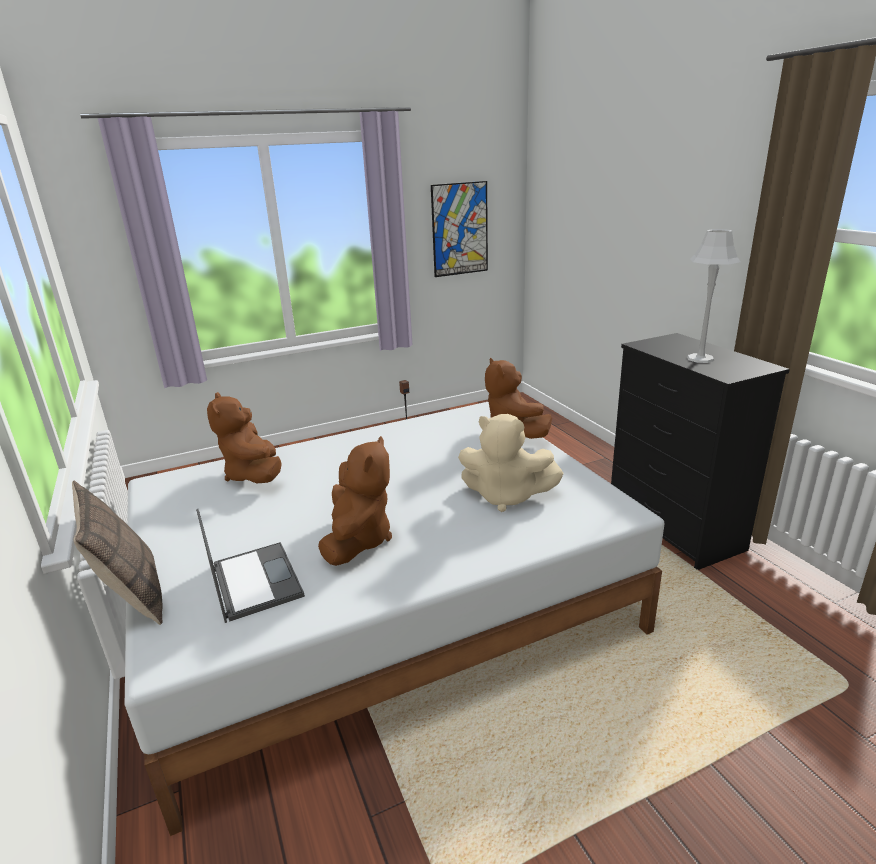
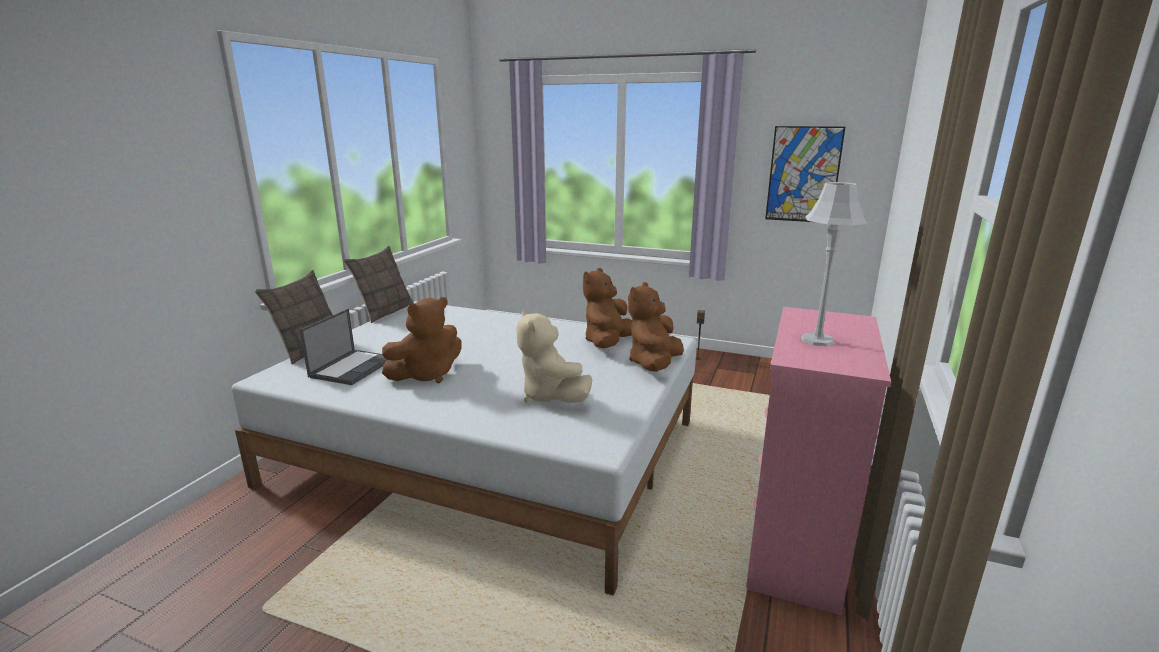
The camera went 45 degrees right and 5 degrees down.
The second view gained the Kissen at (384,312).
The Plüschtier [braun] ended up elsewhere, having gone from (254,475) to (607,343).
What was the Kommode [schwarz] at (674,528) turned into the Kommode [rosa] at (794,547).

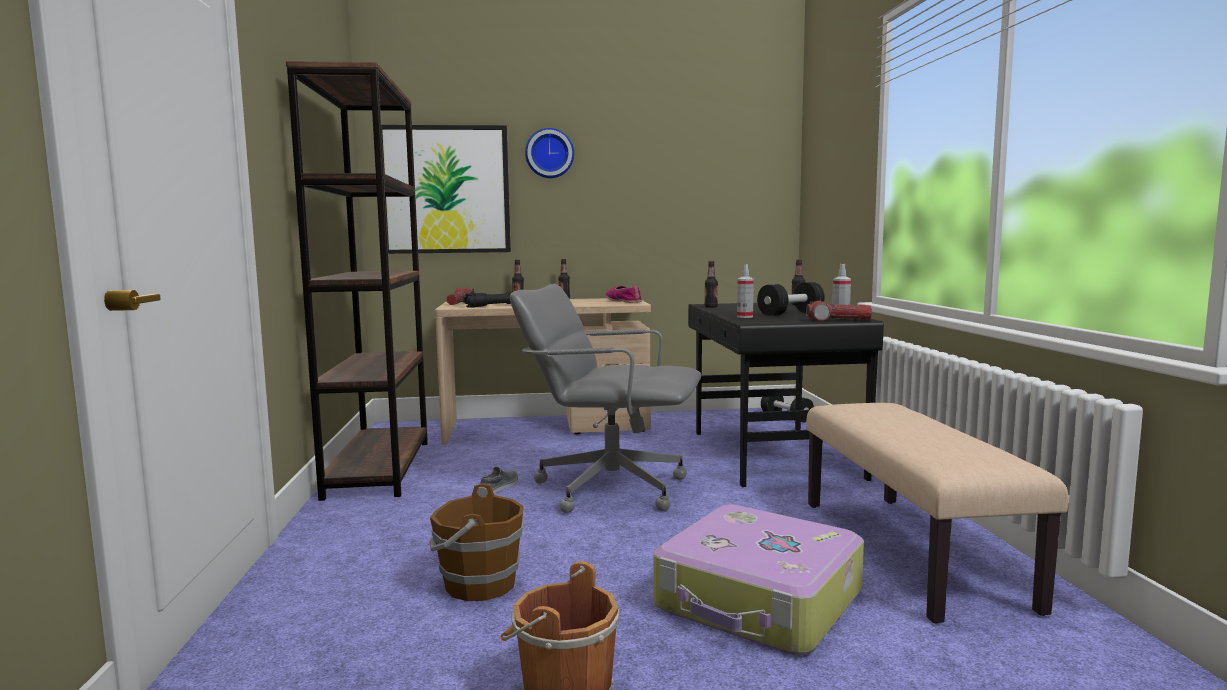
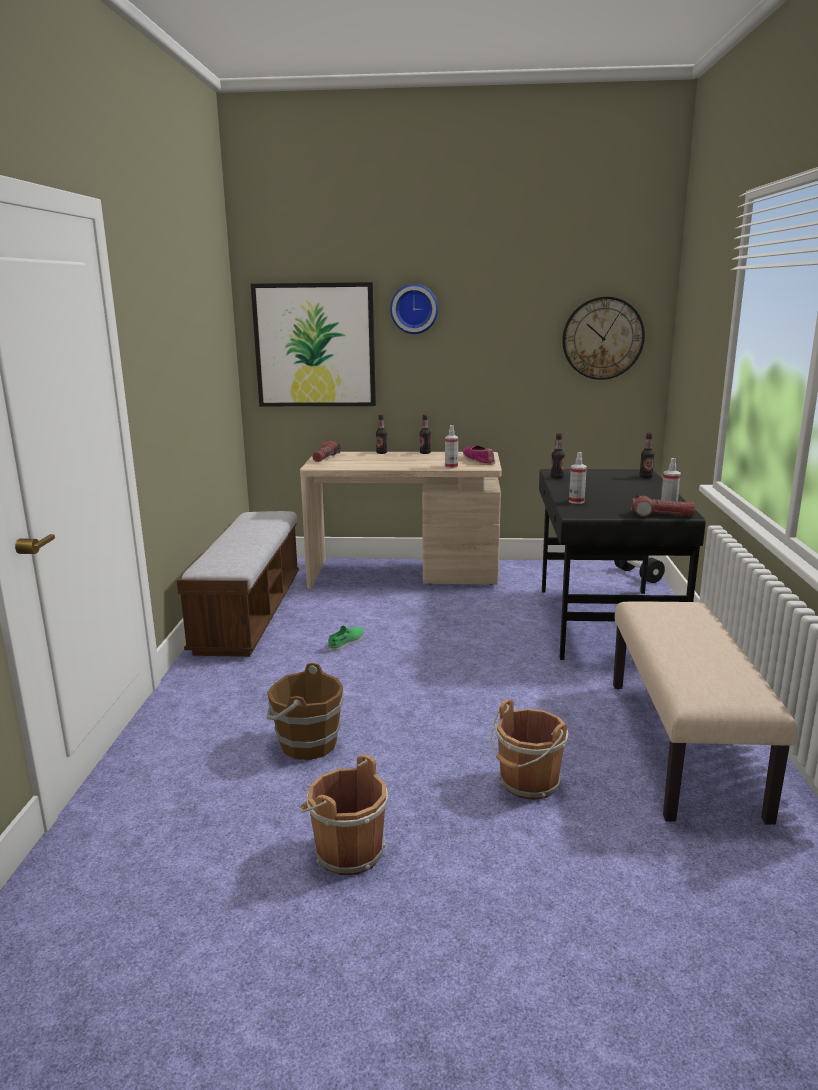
The camera went 10 degrees right and 10 degrees up.
Where the Bücherregal [braun] stood at (379,468), the Bank came to stand at (249,613).
What was the Schuh [grau] at (500,487) turned into the Schuh [grün] at (346,642).
The second view gained the Sprühflasche at (451,467).
Where the Koffer stood at (759,601), the Eimer [braun] came to stand at (528,784).
The second view gained the Wanduhr at (602,338).
The second view lost the Taschenlampe [schwarz] at (490,306).
The second view lost the Bürostuhl [grau] at (610,488).
The second view lost the Hantel [schwarz] at (790,313).

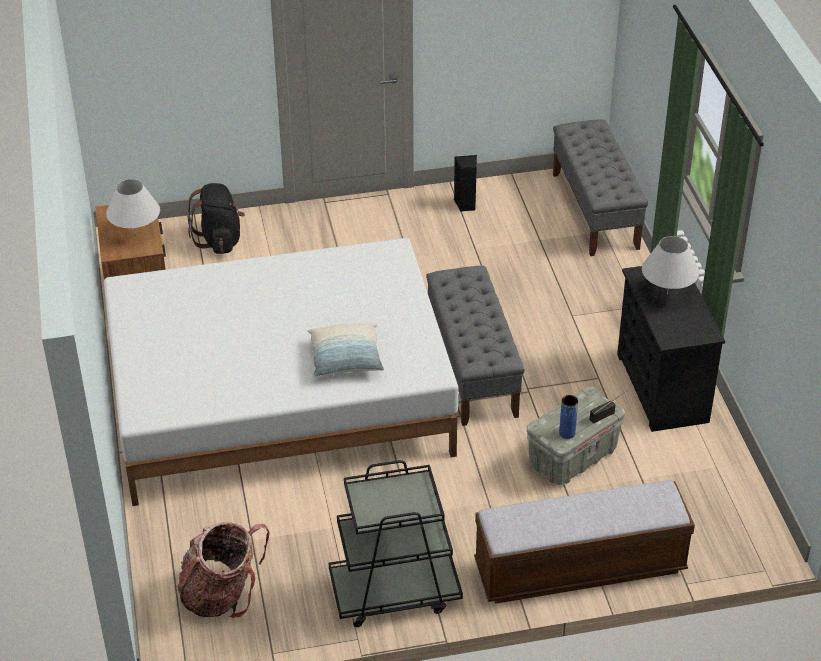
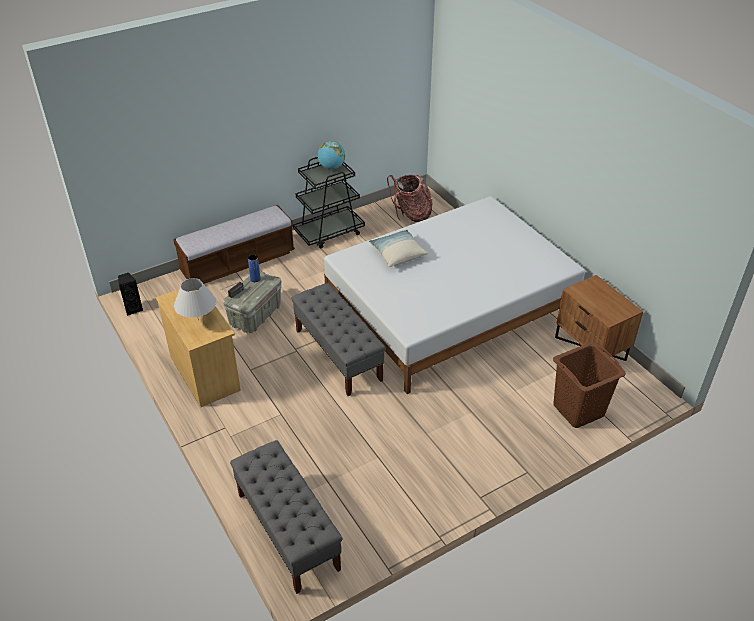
The camera went 160 degrees right and 0 degrees up.
The Lautsprecher [schwarz] ended up elsewhere, having gone from (465,204) to (133,309).
What was the Kommode [schwarz] at (662,388) turned into the Kommode [beige] at (204,373).
The second view gained the Globus at (331,167).
Where the Rucksack [schwarz] stood at (220,240), the Wäschekorb [braun] came to stand at (579,410).
The second view lost the Tischlampe [weiß] at (136,234).

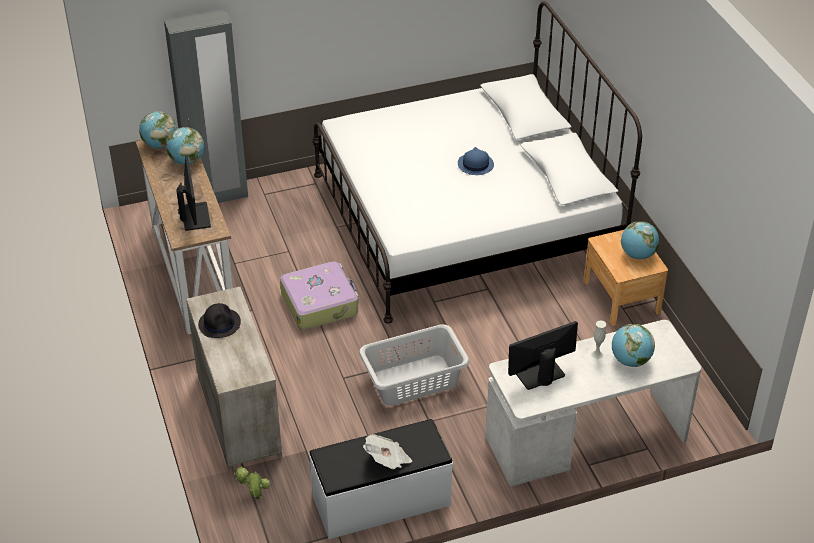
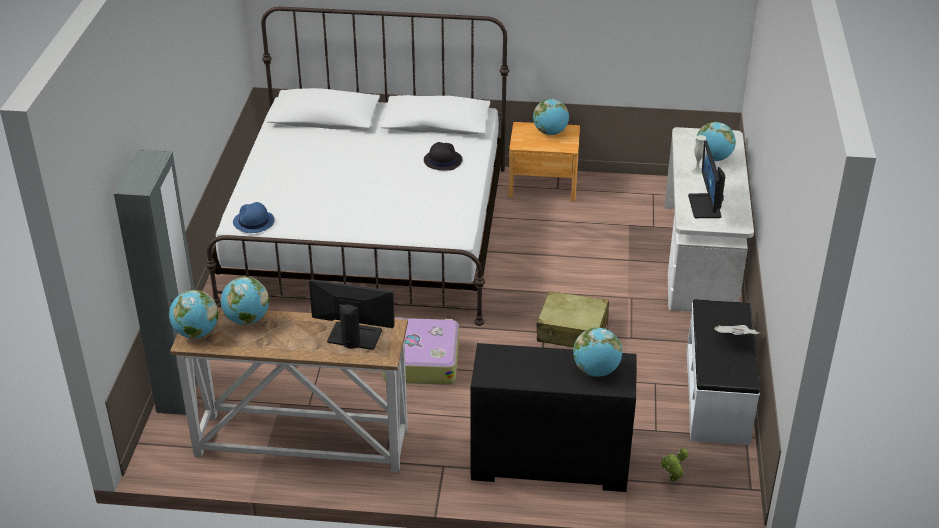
The camera went 65 degrees left and 5 degrees down.
The Hut [blau] ended up elsewhere, having gone from (475,164) to (253,222).
The Hut [schwarz] ended up elsewhere, having gone from (219,323) to (442,160).
What was the Kommode [beige] at (237,415) turned into the Kommode [schwarz] at (549,464).
Where the Wäschekorb [grau] stood at (414,381), the Koffer [beige] came to stand at (572,331).
The second view gained the Globus at (596,371).

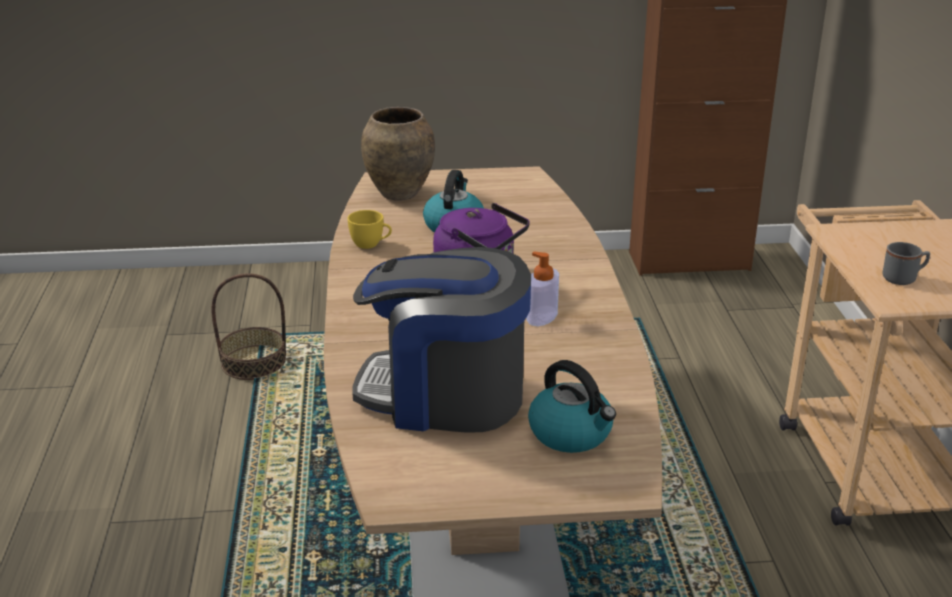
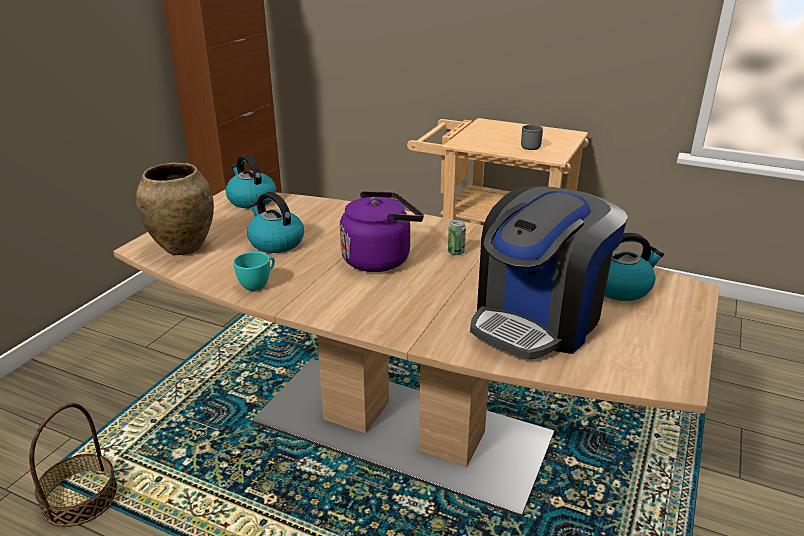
The camera went 60 degrees left and 0 degrees up.
The second view gained the Wasserkessel at (251,200).
What was the Tasse [gelb] at (371,245) turned into the Tasse [türkis] at (258,284).
Where the Seifenspender stood at (542,316), the Dose came to stand at (456,252).

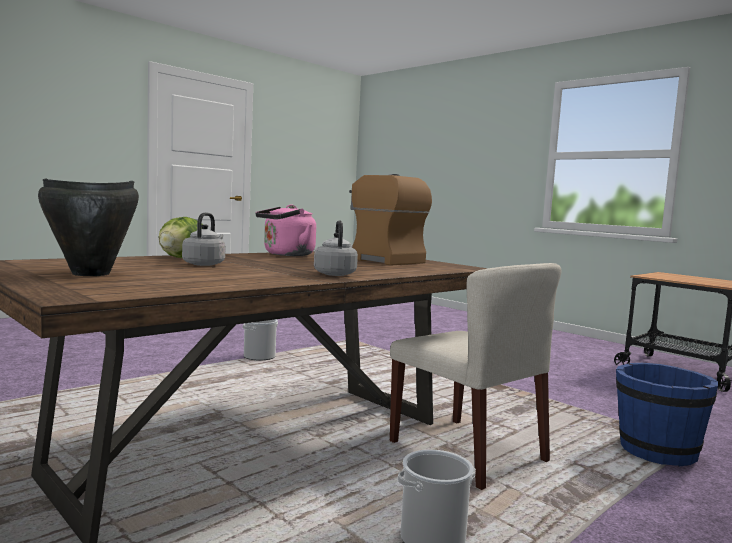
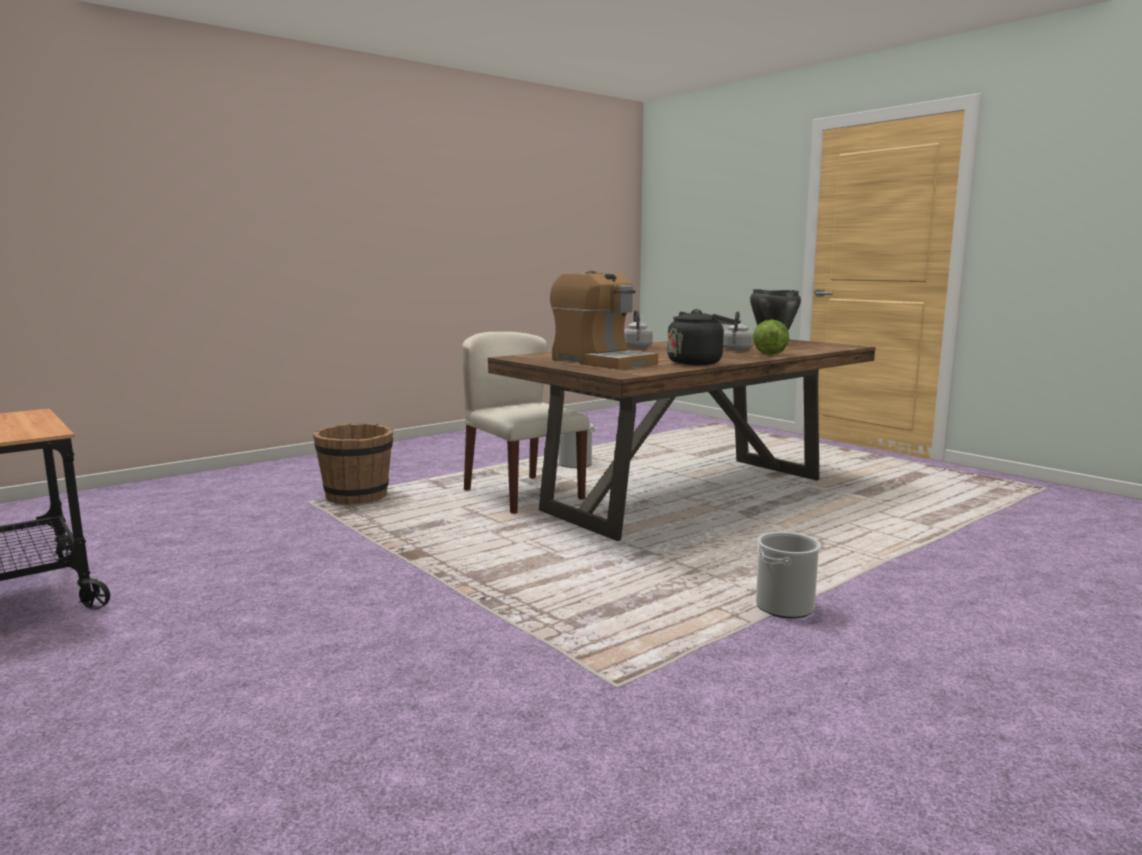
The camera went 175 degrees left and 5 degrees up.
What was the Eimer [blau] at (656,451) turned into the Eimer [braun] at (357,496).
What was the Wasserkessel [rosa] at (286,254) turned into the Wasserkessel [schwarz] at (697,363).

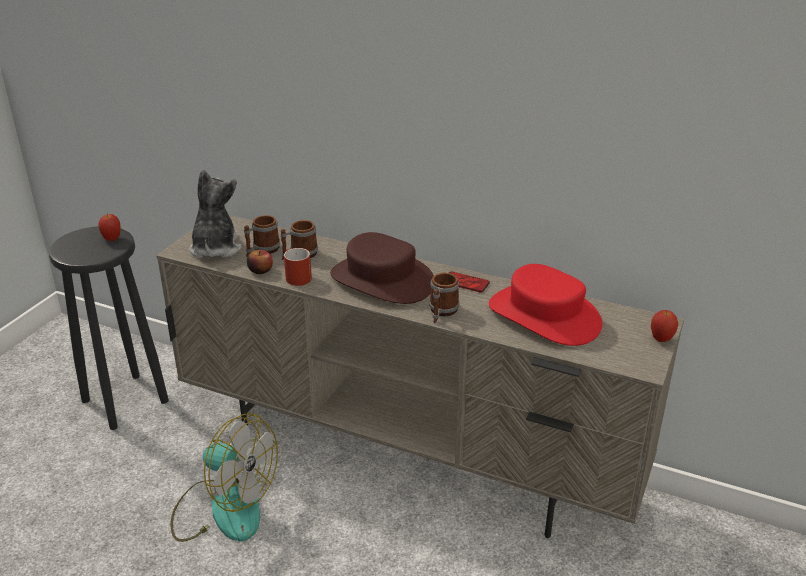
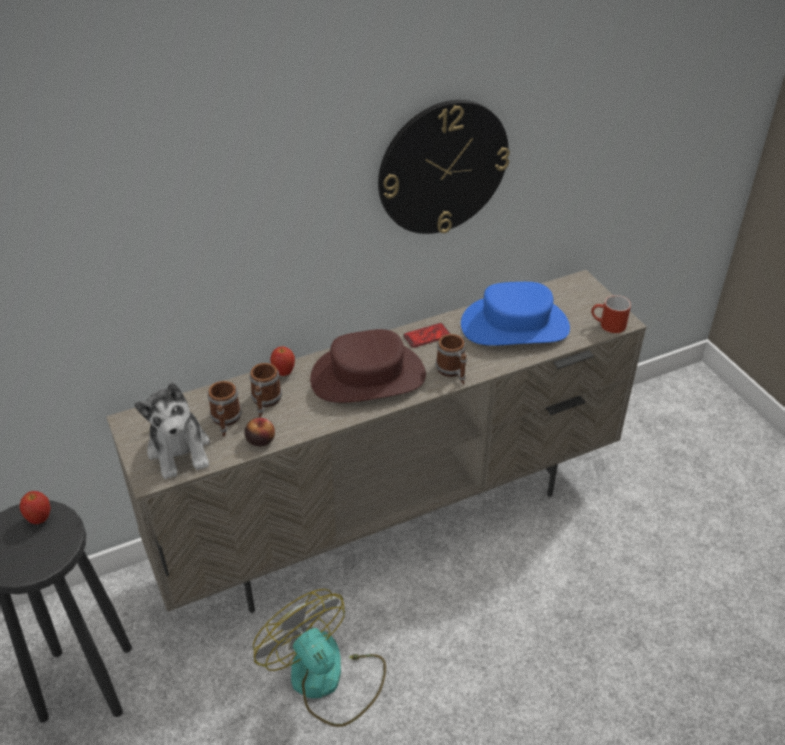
The camera went 50 degrees left and 10 degrees up.
The Plüschtier at (215,248) ended up facing another way, 150 degrees counterclockwise from before.
The Ventilator at (224,508) ended up facing another way, 105 degrees counterclockwise from before.
The Apfel ended up elsewhere, having gone from (661,339) to (284,372).
The second view gained the Wanduhr at (442,167).
What was the Hut [rot] at (544,315) turned into the Hut [blau] at (515,325).
The Henkelbecher [rot] ended up elsewhere, having gone from (295,277) to (607,325).

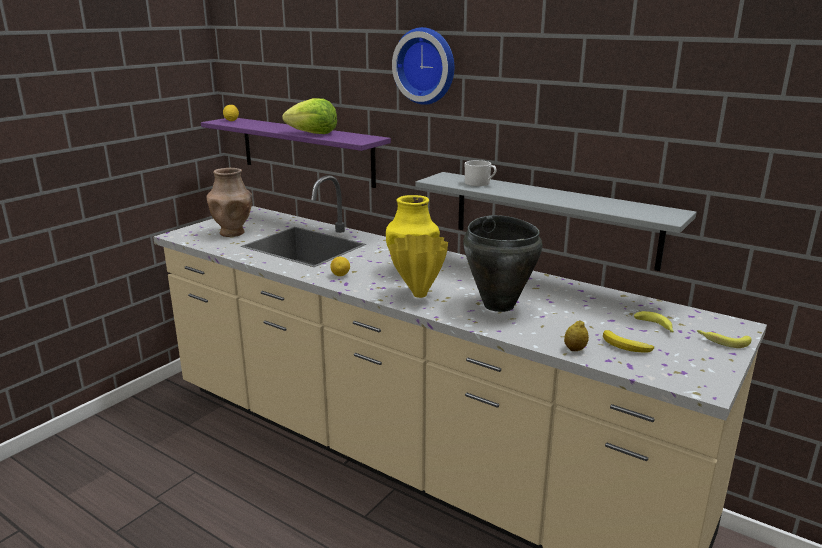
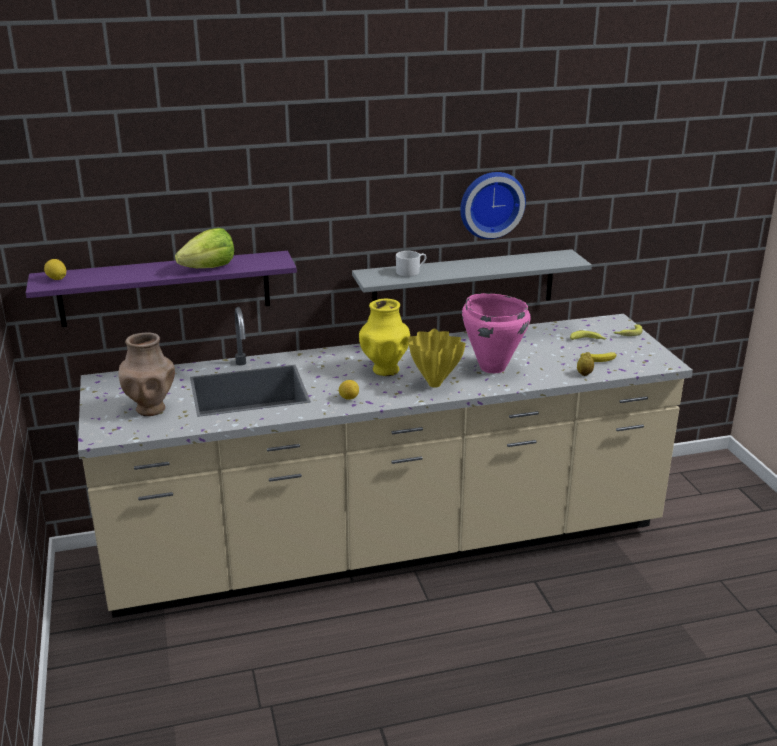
The camera went 50 degrees left and 5 degrees up.
The Wanduhr ended up elsewhere, having gone from (426,66) to (490,204).
What was the Kochtopf [schwarz] at (499,305) turned into the Kochtopf [rosa] at (492,367).

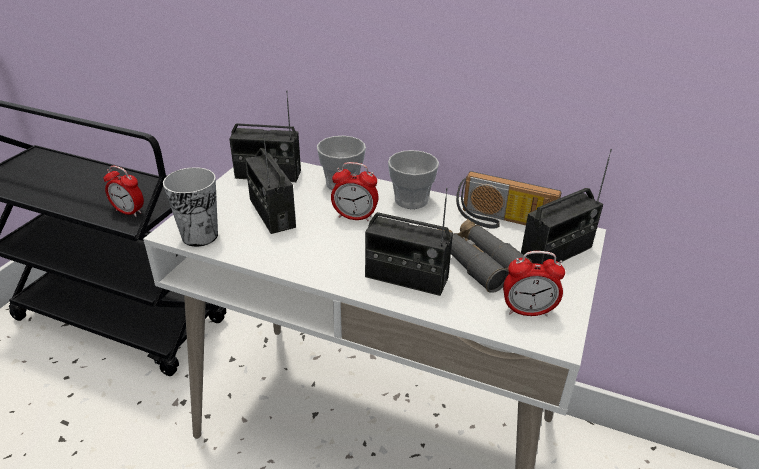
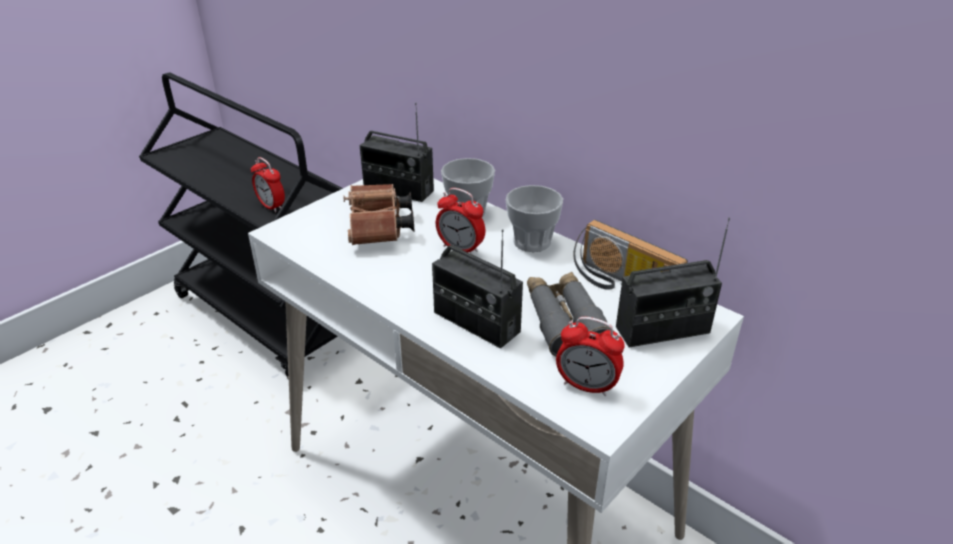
The camera went 20 degrees right and 0 degrees up.
Where the Radio stood at (271,213), the Fernglas [braun] came to stand at (379,230).
The second view lost the Tasse at (200,236).

